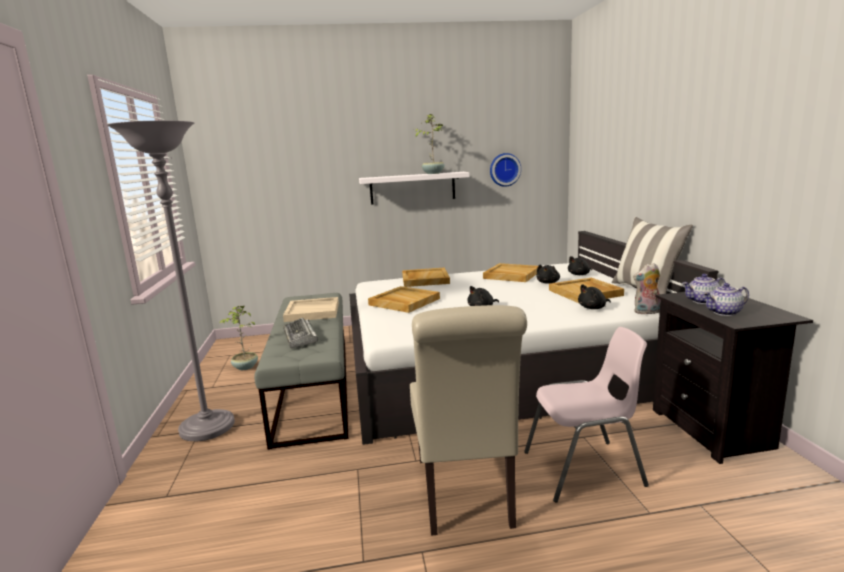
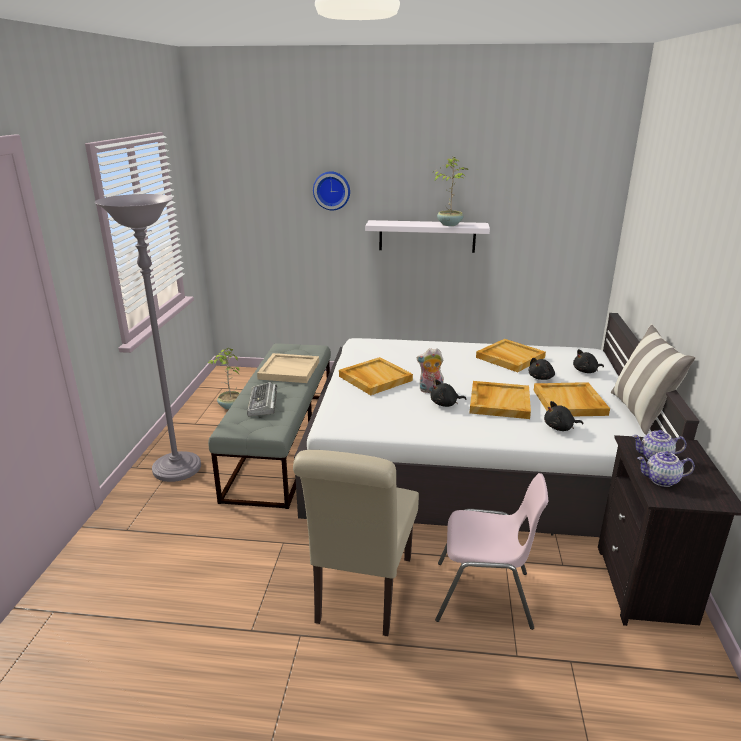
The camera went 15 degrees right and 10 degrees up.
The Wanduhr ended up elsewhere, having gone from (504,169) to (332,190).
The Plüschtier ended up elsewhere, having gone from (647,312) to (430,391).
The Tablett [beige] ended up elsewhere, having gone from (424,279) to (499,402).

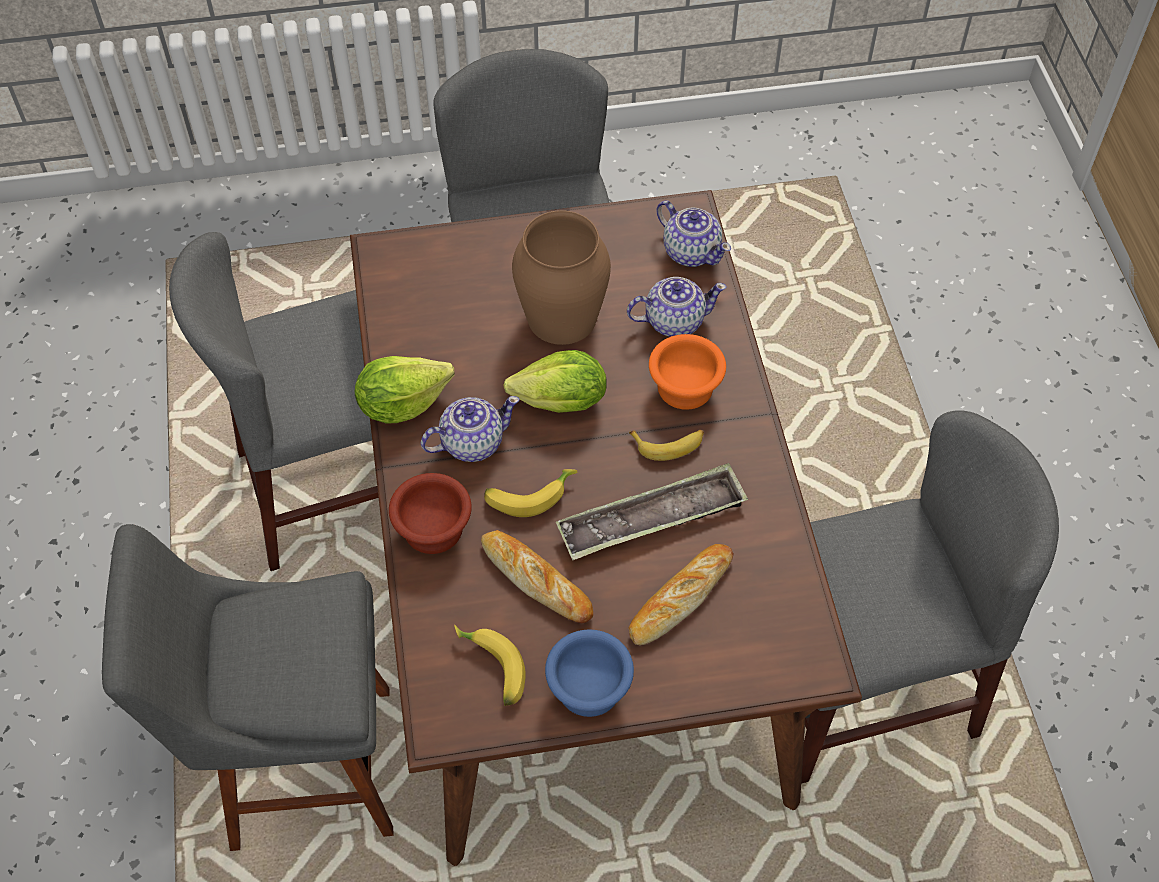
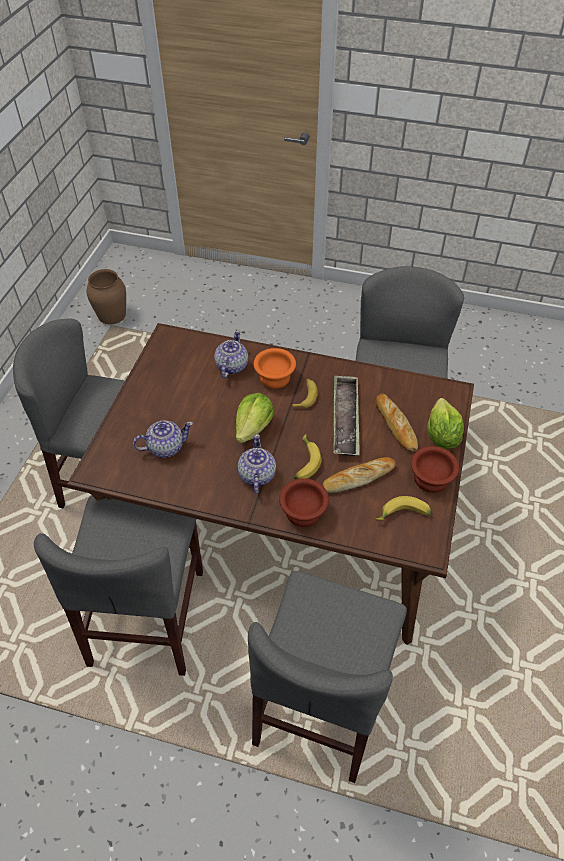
The camera went 65 degrees left and 5 degrees down.
The Vase [braun] ended up elsewhere, having gone from (562,316) to (111,315).
The Teekanne ended up elsewhere, having gone from (691,251) to (165,447).
Where the Hocker [grau] stood at (300,768), the Stuhl [grau] came to stand at (321,703).
What was the Schüssel [blau] at (590,690) turned into the Schüssel [braun] at (432,479).
The Salatkopf ended up elsewhere, having gone from (402,404) to (441,436).

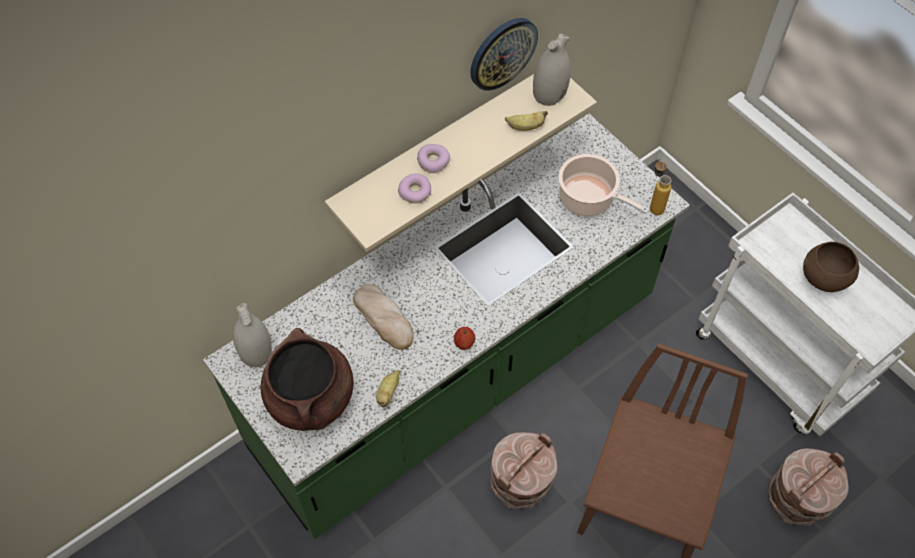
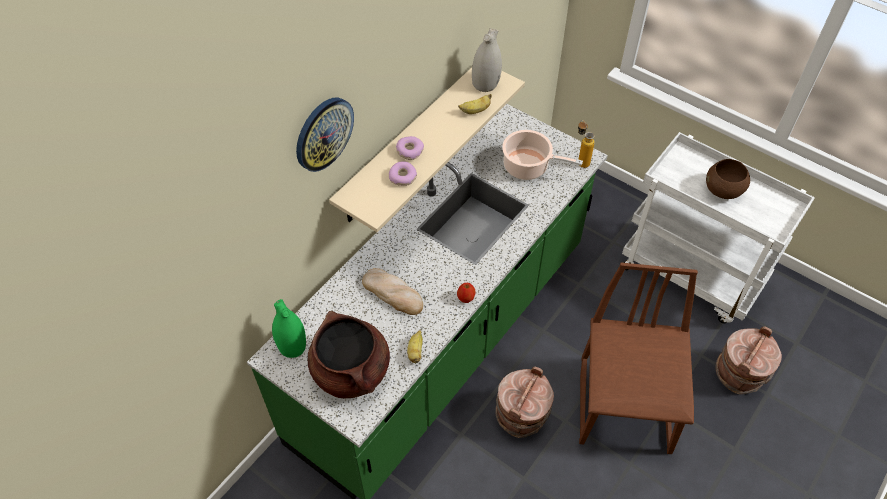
The camera went 15 degrees left and 5 degrees down.
What was the Vase [weiß] at (256,352) turned into the Vase [grün] at (292,345).
The Wanduhr ended up elsewhere, having gone from (502,53) to (323,133).

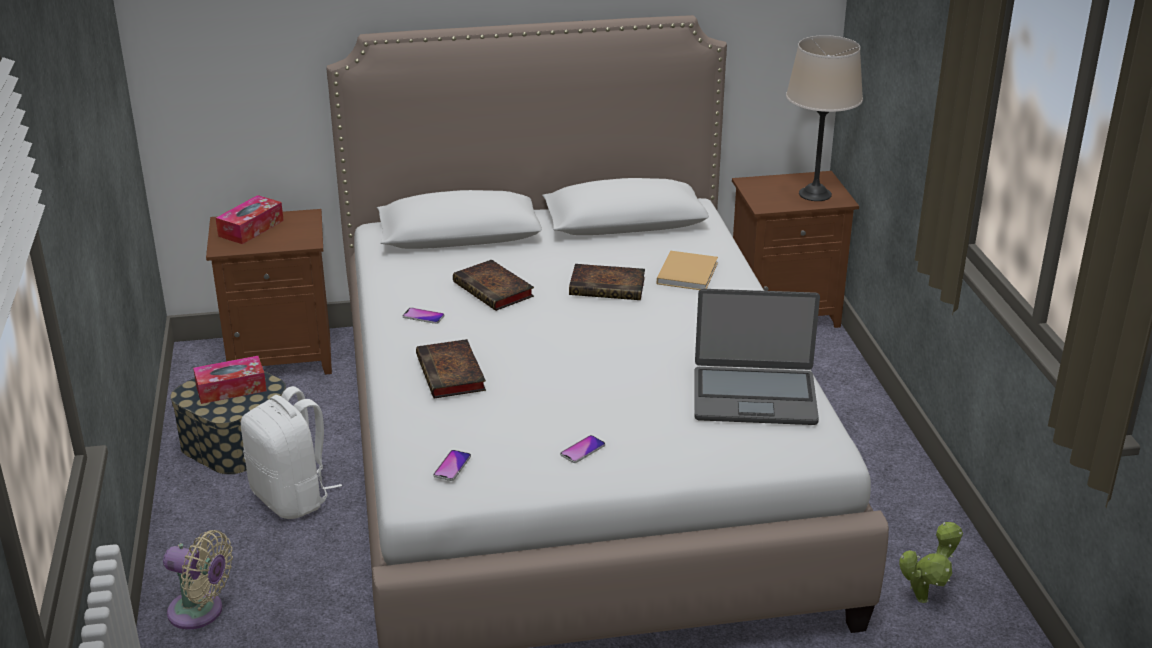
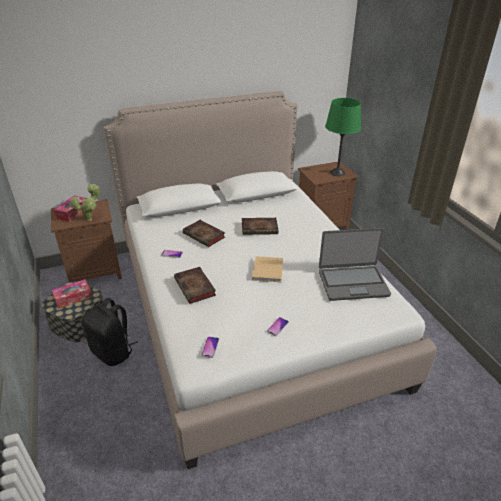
The camera went 10 degrees left and 5 degrees up.
The Topfpflanze ended up elsewhere, having gone from (925,597) to (91,218).
What was the Rucksack [weiß] at (292,498) turned into the Rucksack [schwarz] at (113,352).
The Buch [beige] ended up elsewhere, having gone from (688,272) to (268,269).
What was the Tischlampe [beige] at (815,194) turned into the Tischlampe [grün] at (337,172).
The second view lost the Ventilator [beige] at (200,612).

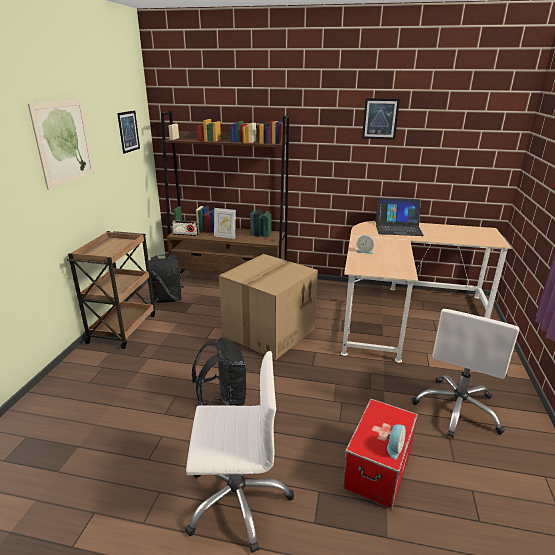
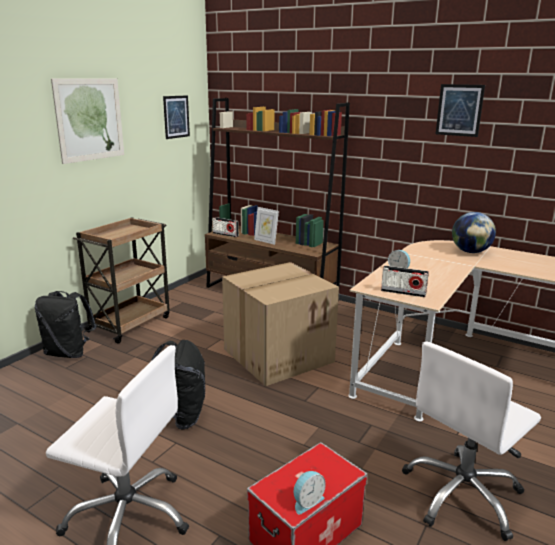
The camera went 20 degrees right and 5 degrees down.
The Rucksack [schwarz] ended up elsewhere, having gone from (168,299) to (68,353).
The second view gained the Radio at (403,292).
Where the Laptop stood at (398,228), the Globus came to stand at (470,252).

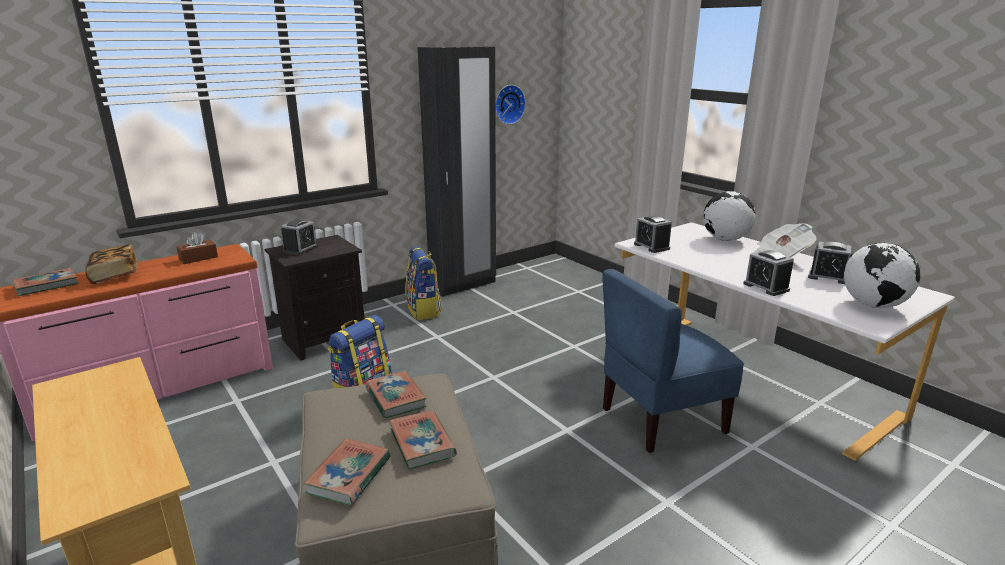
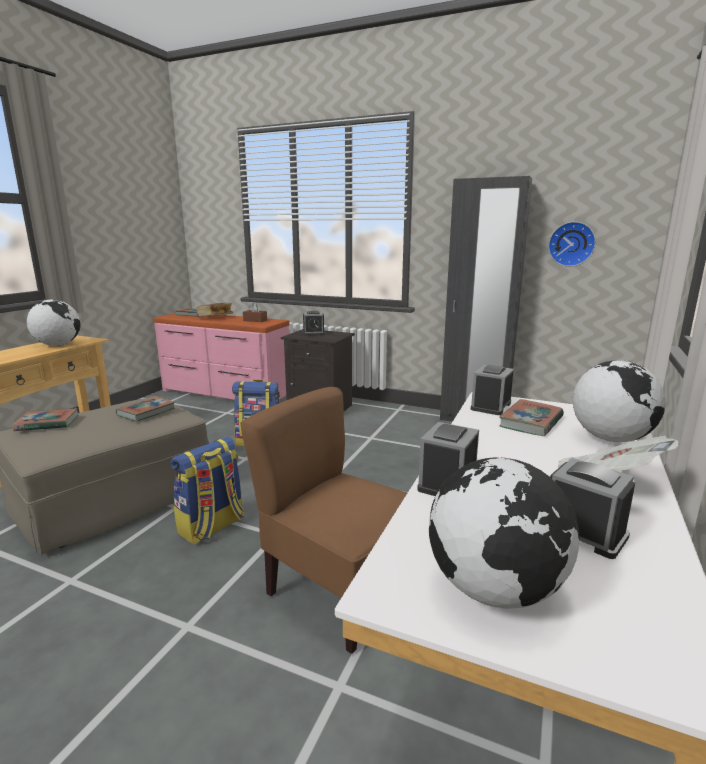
The camera went 60 degrees right and 5 degrees down.
The second view gained the Globus at (58,345).
The Rucksack ended up elsewhere, having gone from (424,310) to (212,527).
What was the Stuhl [blau] at (661,420) turned into the Stuhl [braun] at (340,590).
The Buch ended up elsewhere, having gone from (422,443) to (531,422).
The Wecker at (828,277) ended up facing another way, 135 degrees clockwise from before.

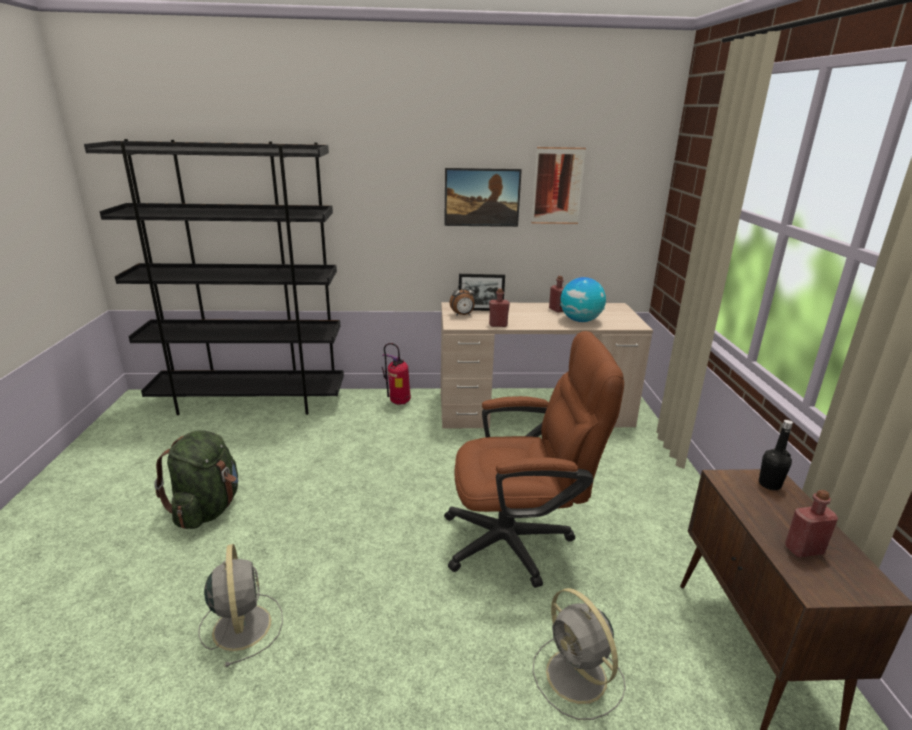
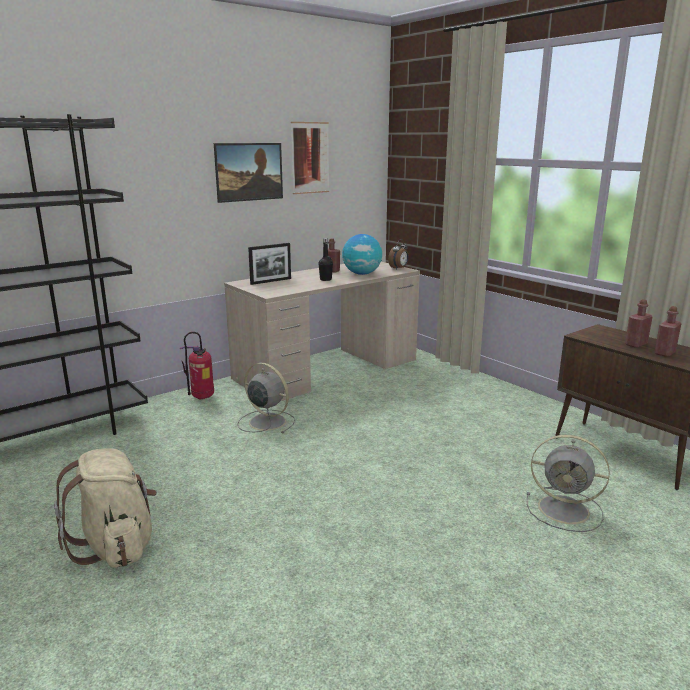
The camera went 35 degrees left and 5 degrees down.
What was the Rucksack [grün] at (207,509) turned into the Rucksack [beige] at (116,546).
The Ventilator [grau] ended up elsewhere, having gone from (242,625) to (266,421).
The Flasche [schwarz] ended up elsewhere, having gone from (769,484) to (325,279).
The Wecker ended up elsewhere, having gone from (462,315) to (399,268).
The Flasche [rot] ended up elsewhere, having gone from (498,325) to (636,344).
The second view lost the Bürostuhl [braun] at (520,541).

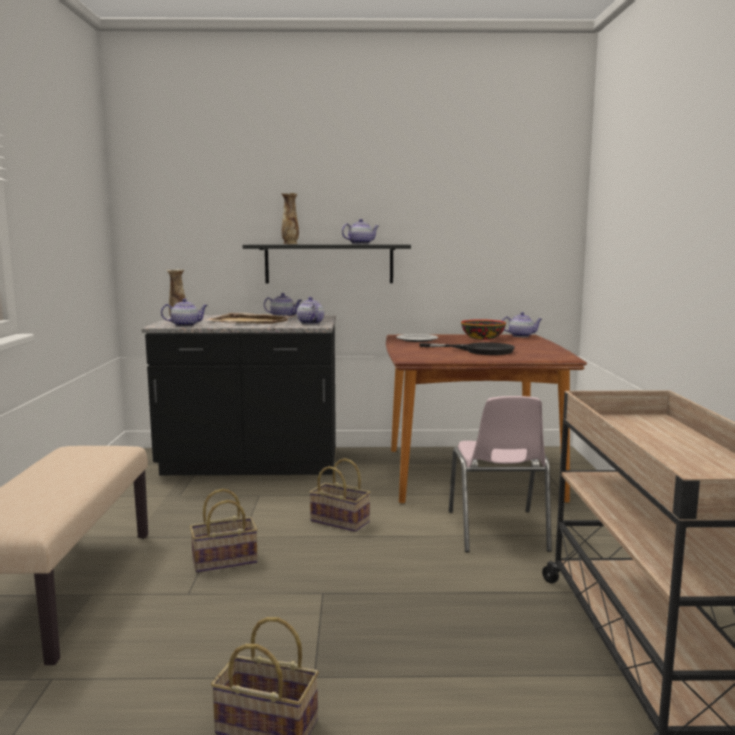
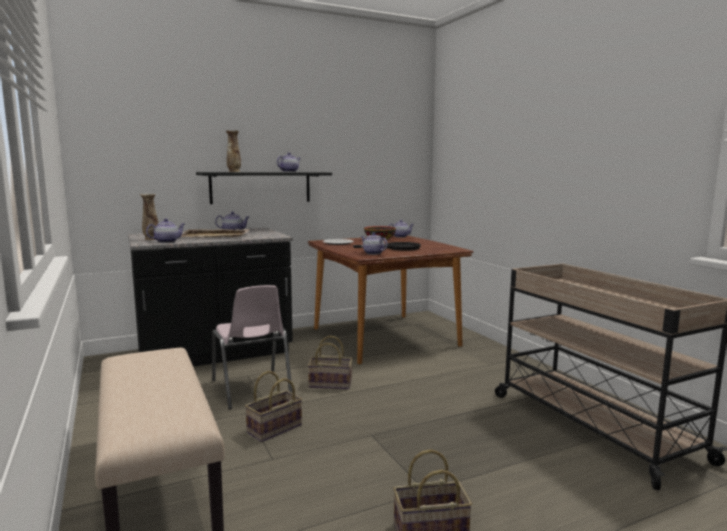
The camera went 25 degrees left and 0 degrees up.
The Stuhl [rosa] ended up elsewhere, having gone from (497,531) to (252,389).
The Teekanne ended up elsewhere, having gone from (310,323) to (373,253).

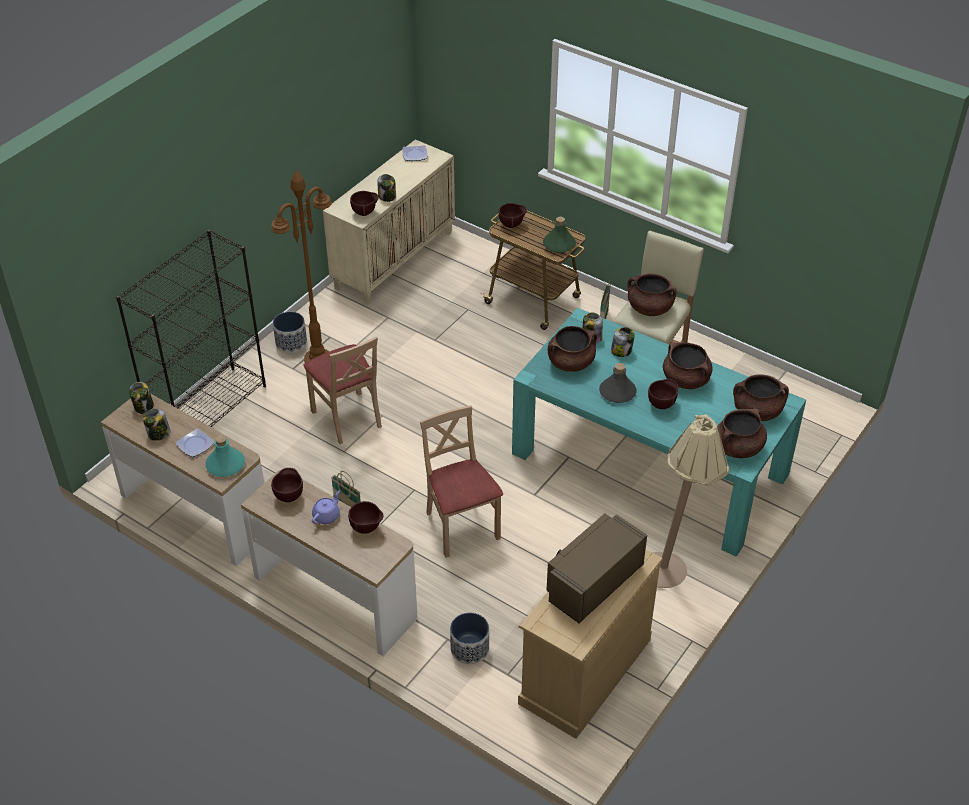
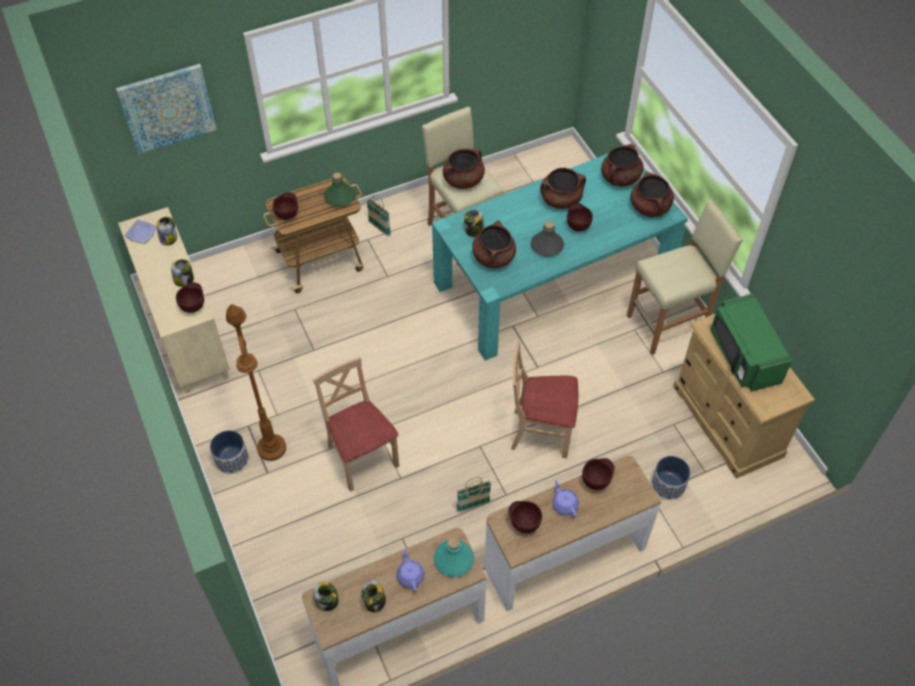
The camera went 60 degrees left and 10 degrees up.
The second view gained the Bild at (167,108).
The Vorratsglas ended up elsewhere, having gone from (621,351) to (168,238).
The Stuhl [beige] at (347,418) ended up facing another way, 120 degrees counterclockwise from before.
Where the Teller stood at (194,445), the Teekanne [lila] came to stand at (410,576).
Where the Stehlampe [beige] stood at (672,577), the Hocker [beige] came to stand at (669,324).
What was the Mikrowelle [braun] at (592,582) turned into the Mikrowelle [grün] at (743,356).
The second view lost the Bücherregal [schwarz] at (209,410).

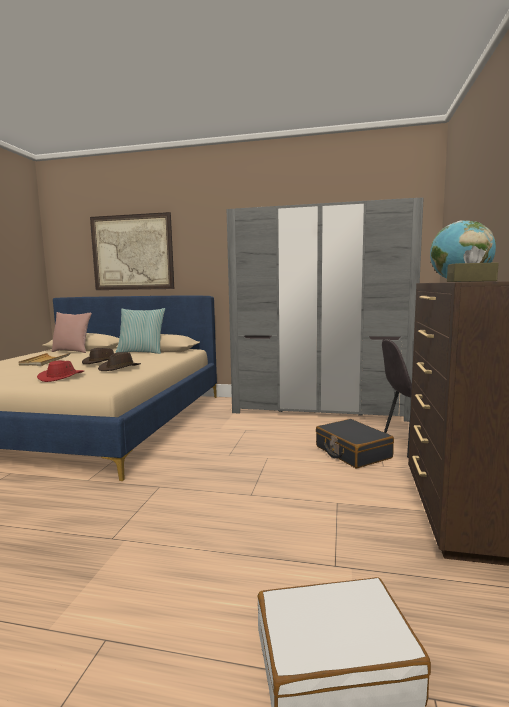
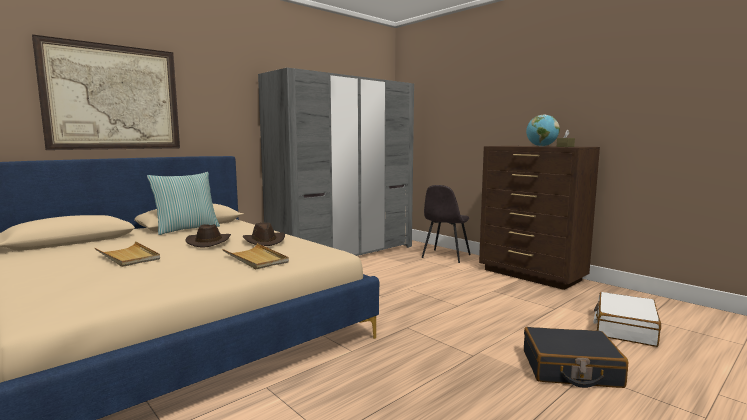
The camera went 55 degrees left and 0 degrees up.
Where the Hut [rot] stood at (62,377), the Tablett [beige] came to stand at (256,259).
The Koffer [schwarz] ended up elsewhere, having gone from (352,452) to (570,369).
The second view lost the Kissen [rosa] at (72,351).

